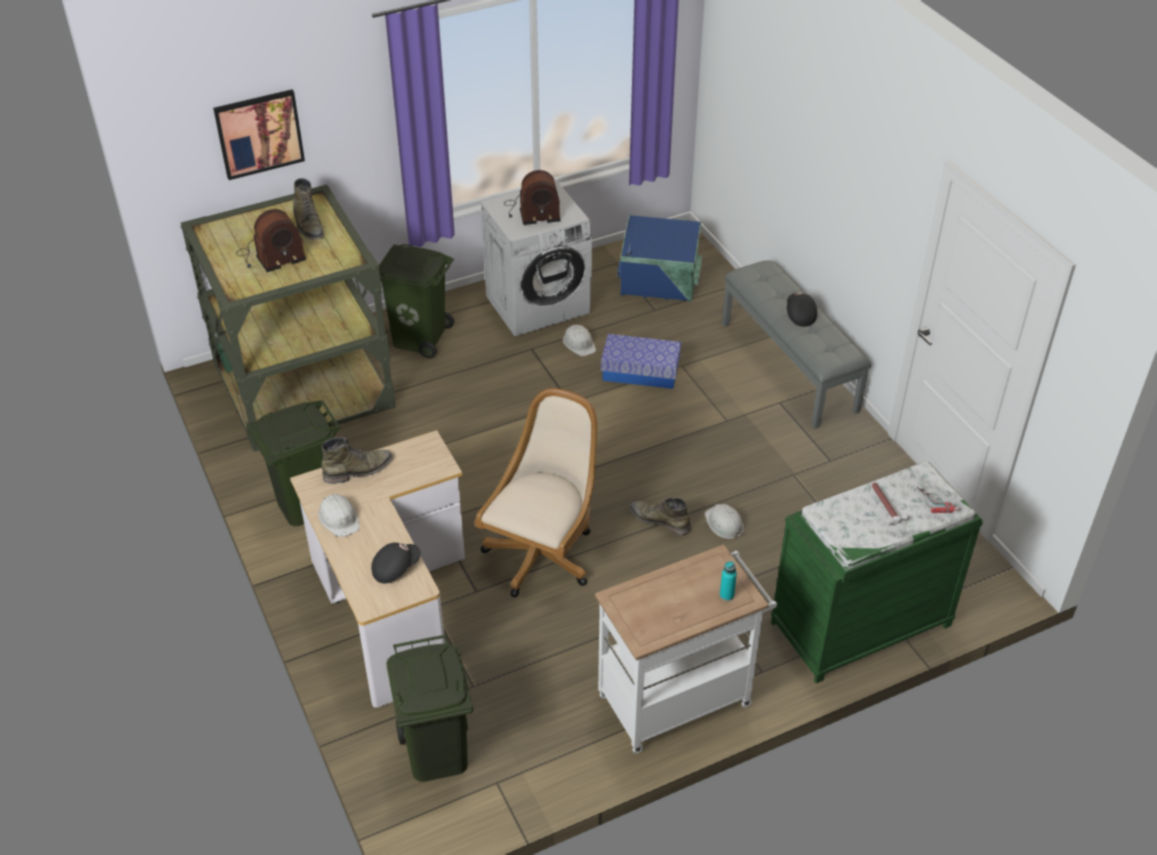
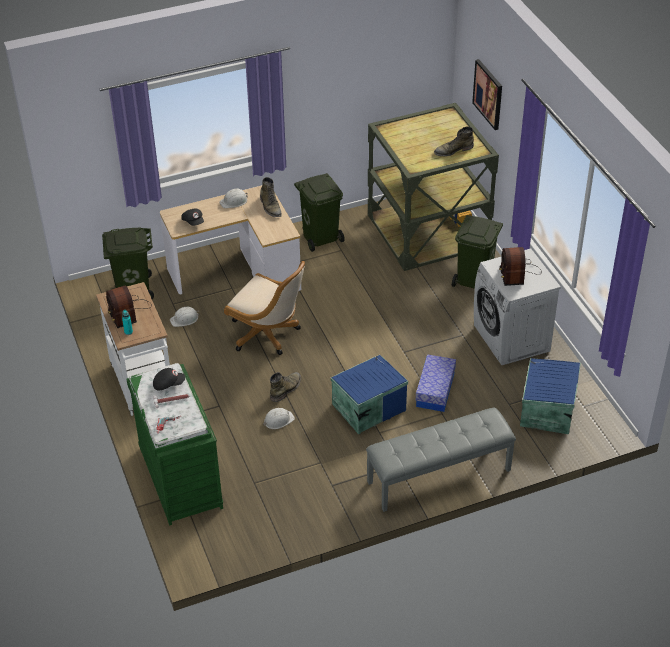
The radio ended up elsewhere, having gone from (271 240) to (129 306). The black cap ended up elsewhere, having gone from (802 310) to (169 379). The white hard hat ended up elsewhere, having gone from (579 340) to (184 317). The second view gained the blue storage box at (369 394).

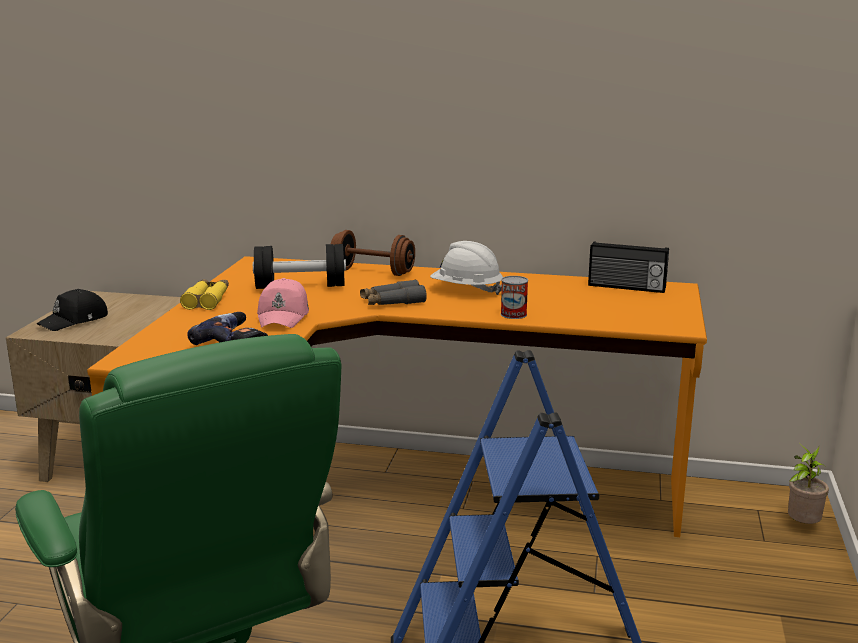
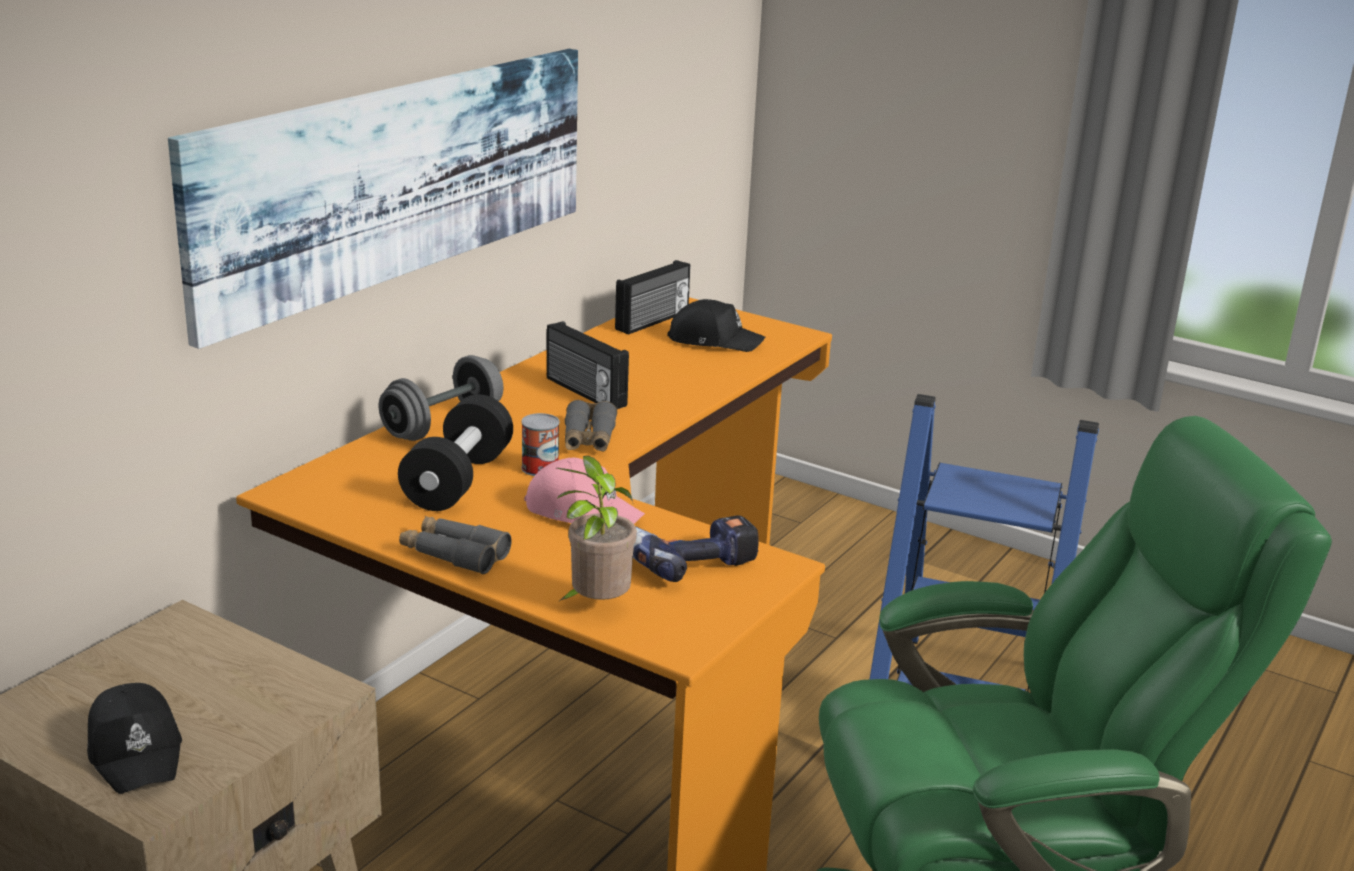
The second view gained the picture at (373 199). What was the brown dumbbell at (373 253) turned into the grey dumbbell at (441 398). What was the yellow binoculars at (204 294) turned into the grey binoculars at (455 545). The can ended up elsewhere, having gone from (514 297) to (540 444). Where the white hard hat stood at (466 268), the radio came to stand at (588 365). The potted plant ended up elsewhere, having gone from (808 483) to (597 529). The second view gained the black cap at (716 325).

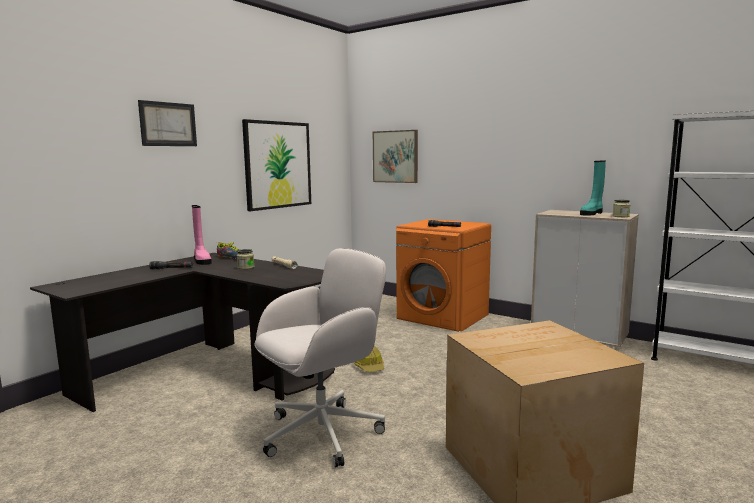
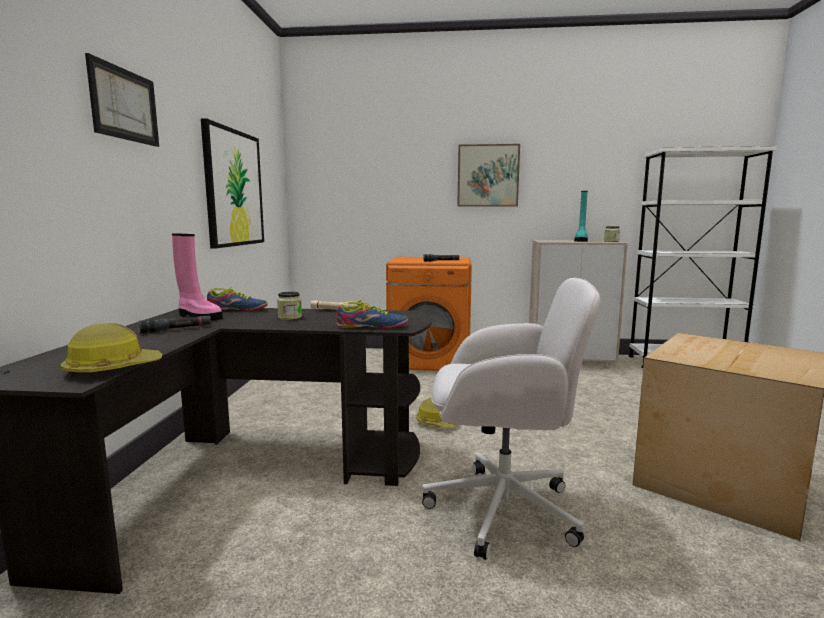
The second view gained the hard hat at (111 350). The second view gained the shoe at (372 314). The white office chair at (320 358) ended up facing another way, 75 degrees clockwise from before. The picture ended up elsewhere, having gone from (395 156) to (488 175).

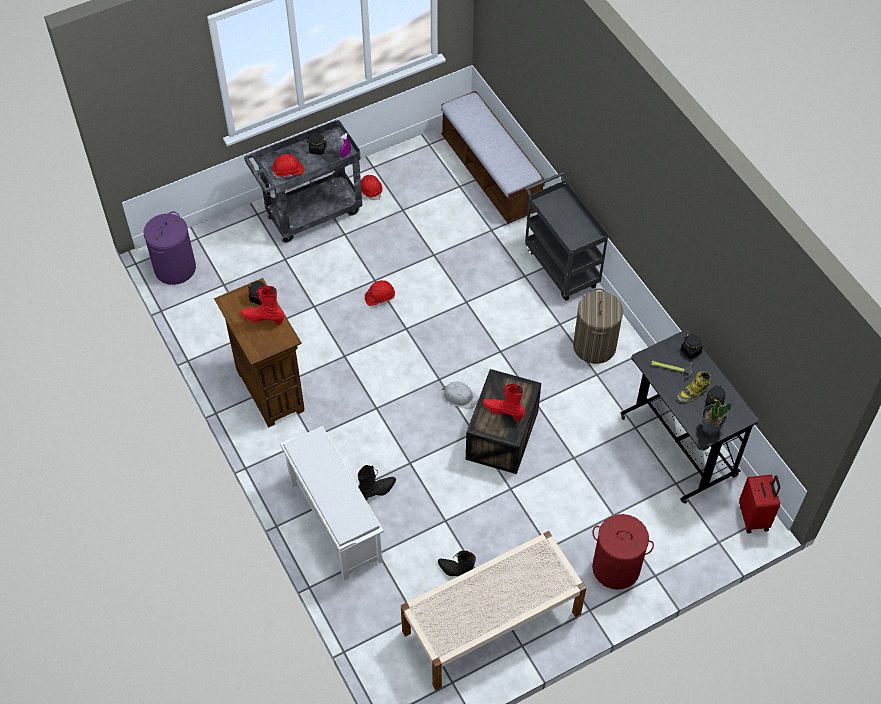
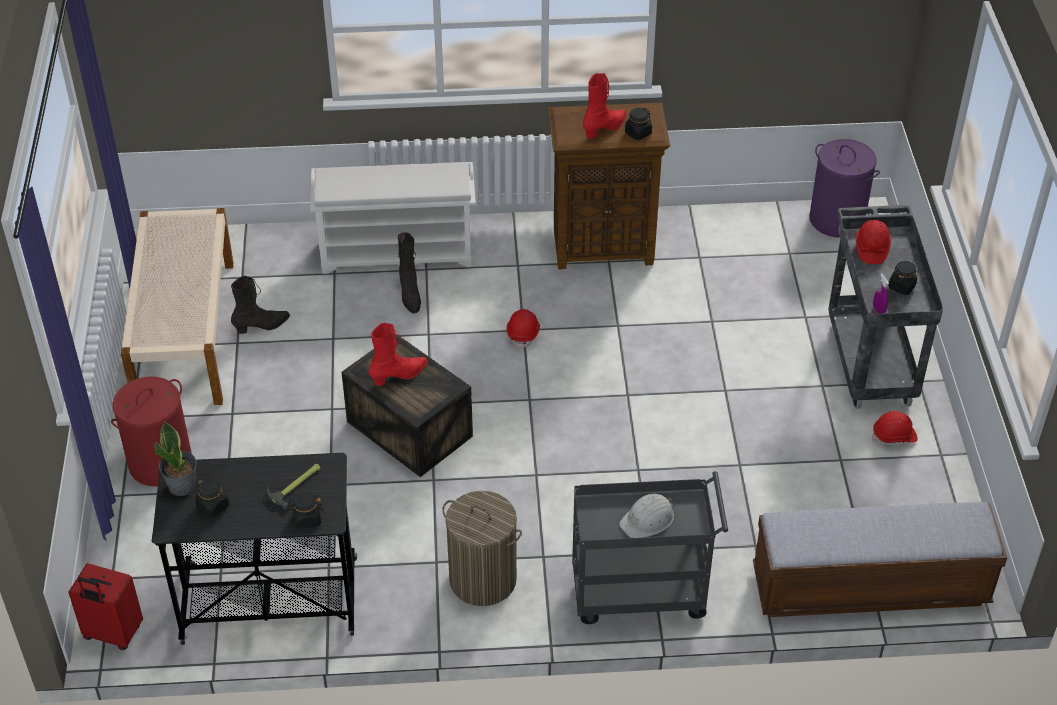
The red hard hat ended up elsewhere, having gone from (380 293) to (523 329). The white hard hat ended up elsewhere, having gone from (460 395) to (646 516). The second view lost the boot at (694 386).

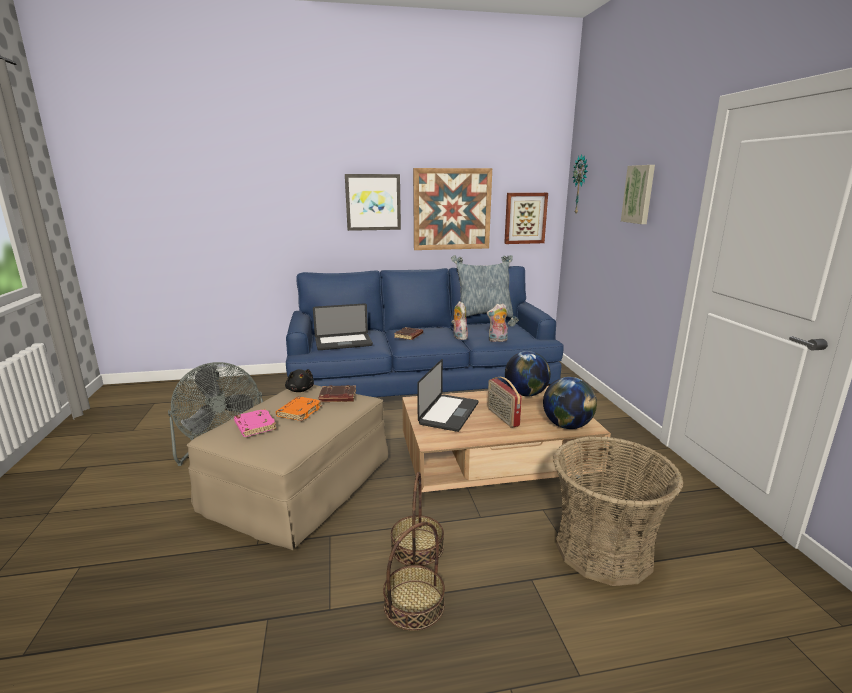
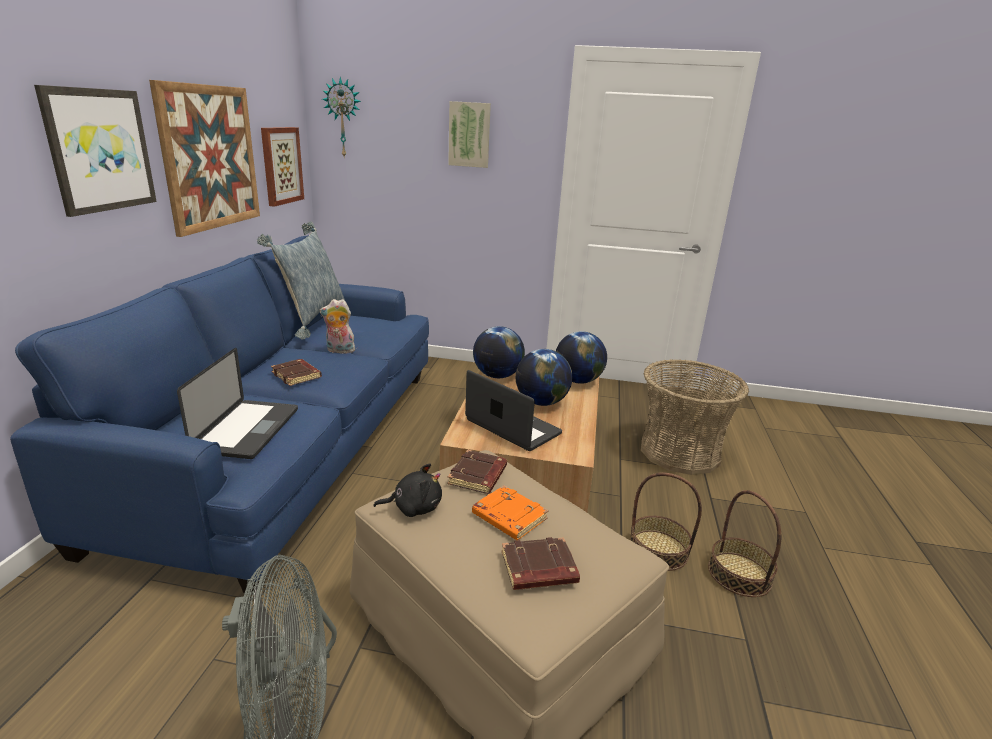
What was the pink book at (255 423) turned into the brown book at (540 563). Where the radio stood at (504 402), the globe came to stand at (544 377). The second view lost the plush toy at (497 323).

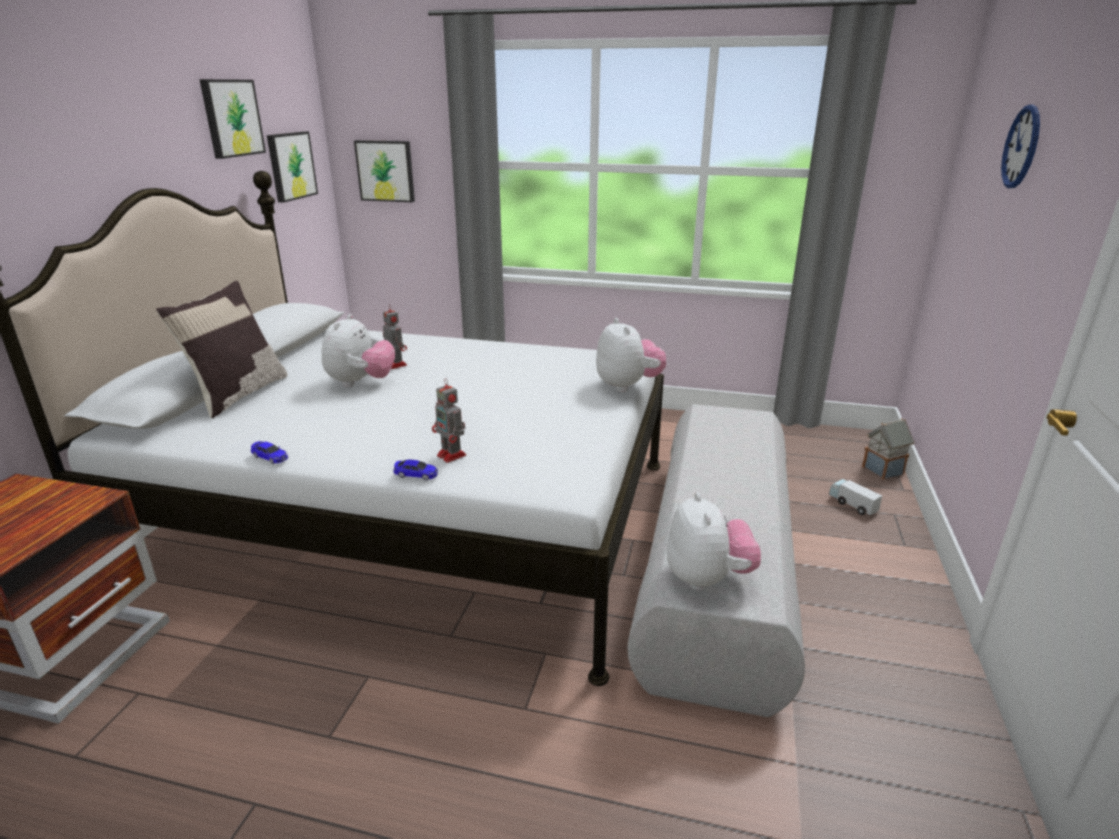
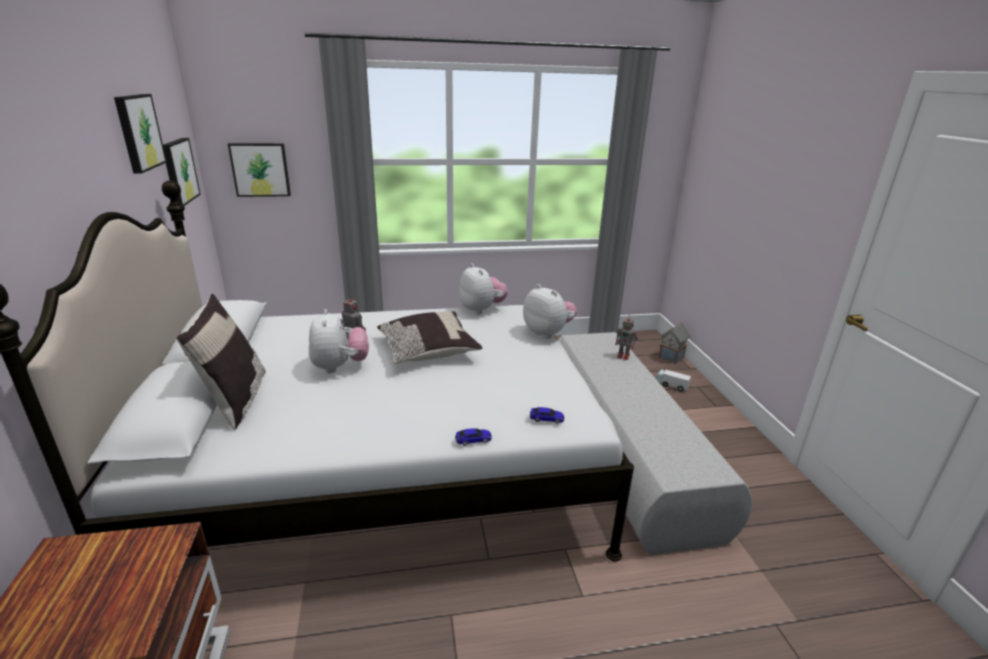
The second view gained the pillow at (429 337). The plush toy ended up elsewhere, having gone from (714 541) to (483 288). The toy car ended up elsewhere, having gone from (269 452) to (547 415). The toy robot ended up elsewhere, having gone from (449 420) to (626 337). The second view lost the wall clock at (1020 146).

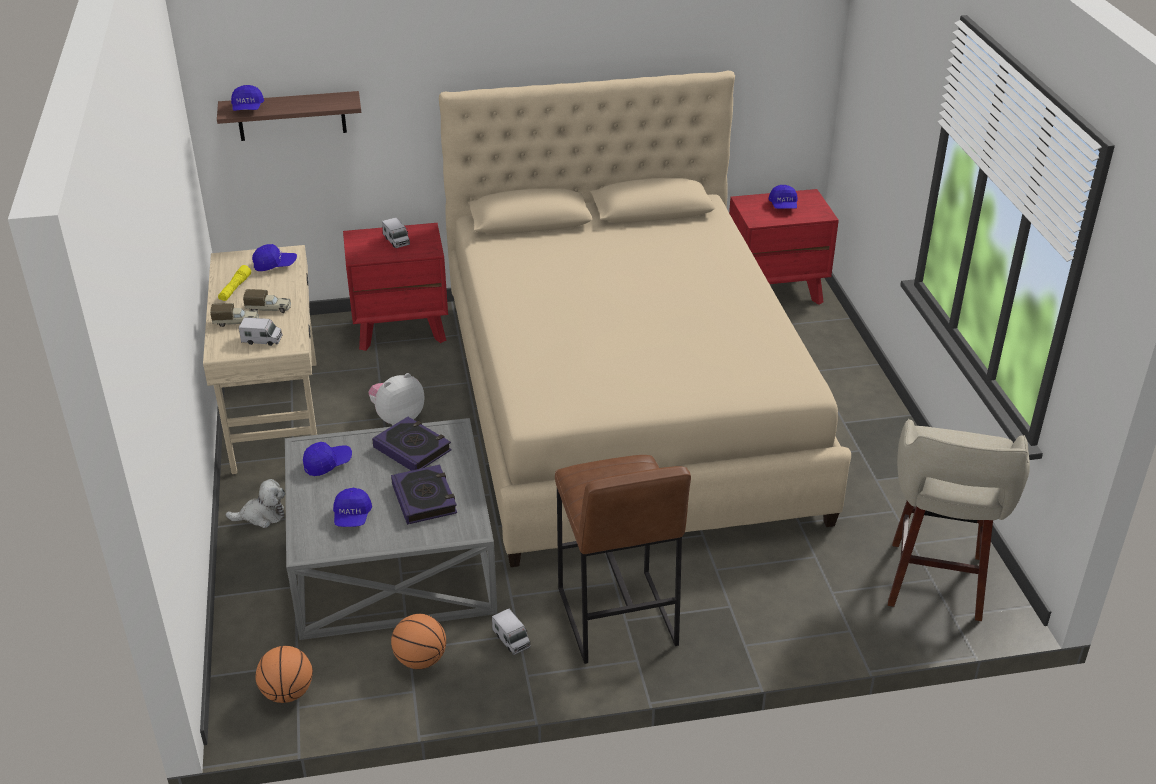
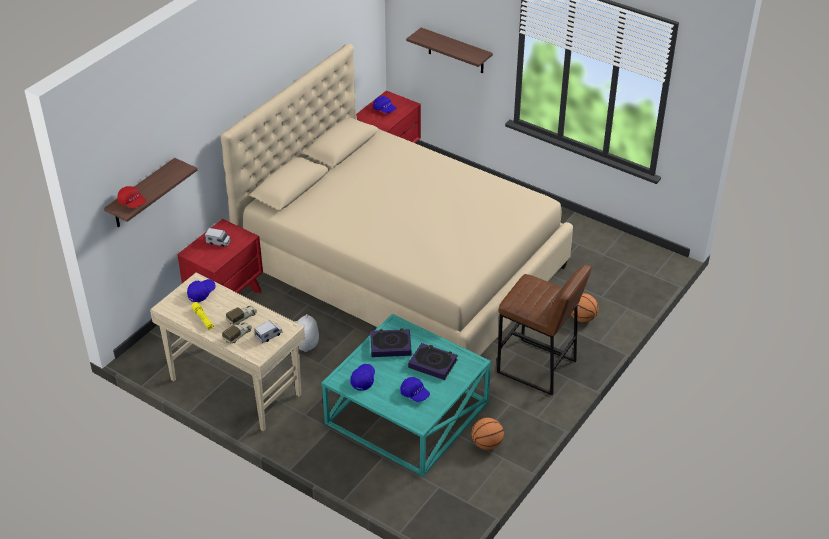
What was the blue cap at (247 98) turned into the red cap at (131 197). What was the grey coffee table at (391 529) turned into the turquoise coffee table at (406 395). The second view gained the shelf at (449 50). The basketball ended up elsewhere, having gone from (284 674) to (585 307). The second view lost the plush toy at (255 503). The second view lost the toy truck at (511 632). The second view lost the beige stool at (959 520).

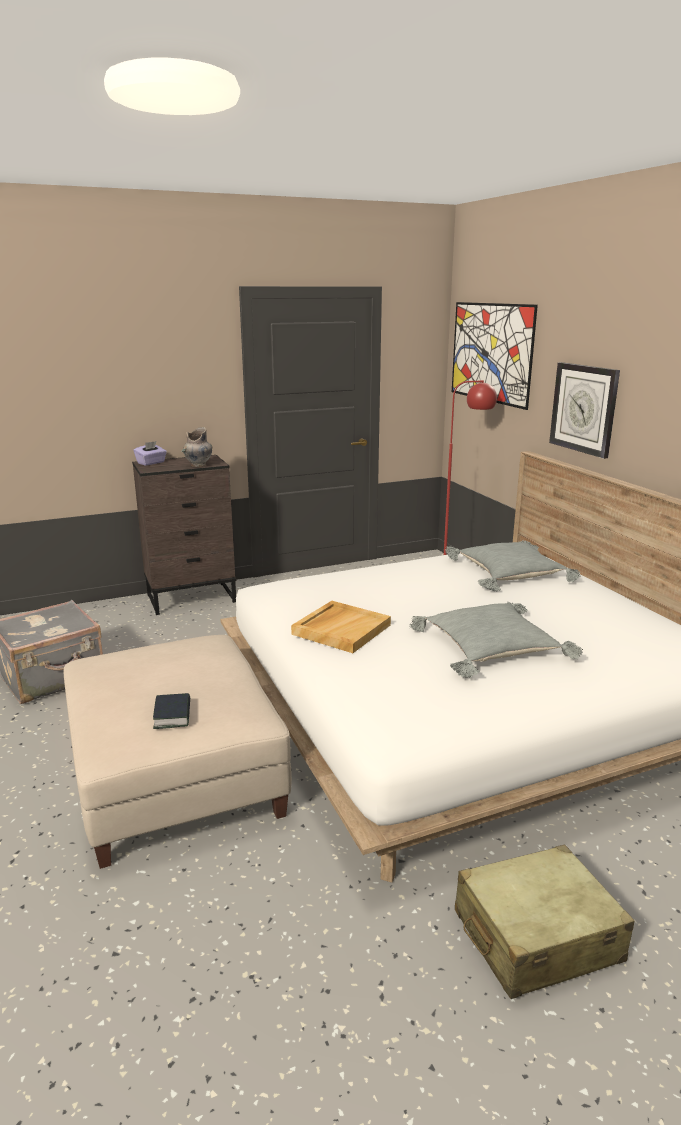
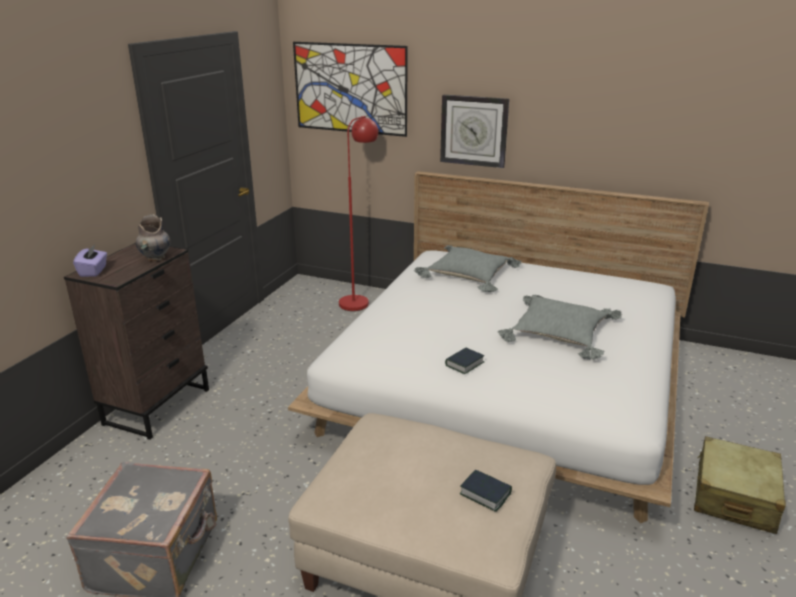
Where the beige tray stood at (341 627), the book came to stand at (464 361).

